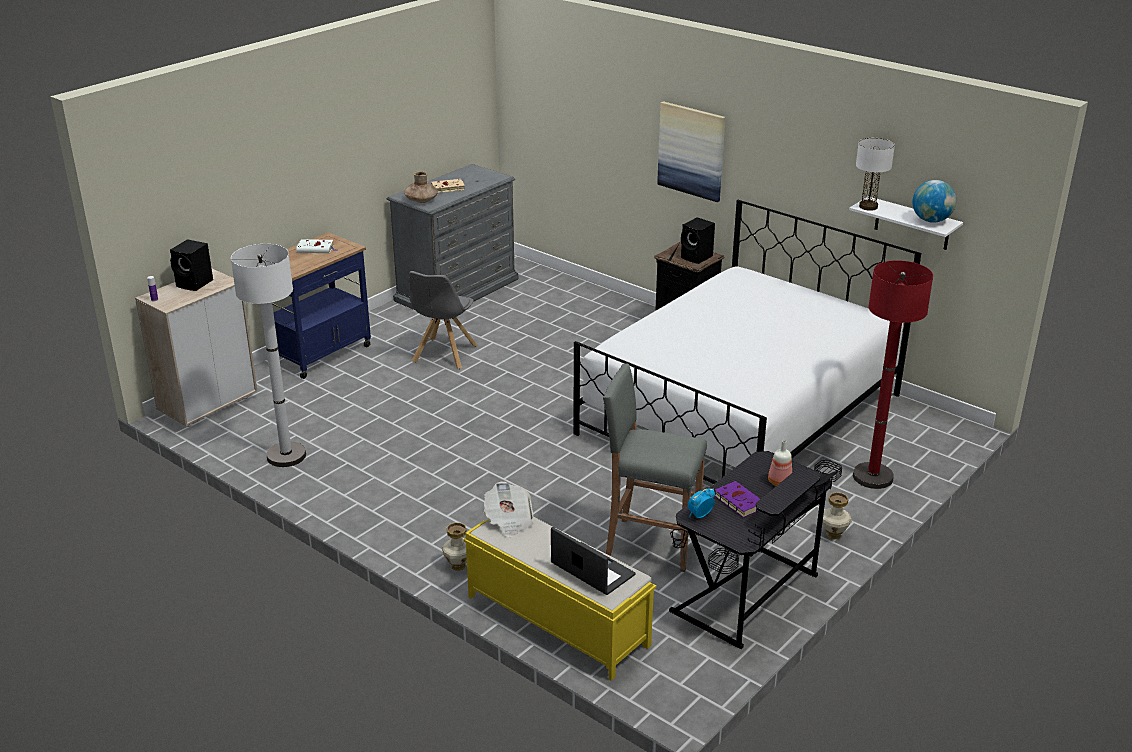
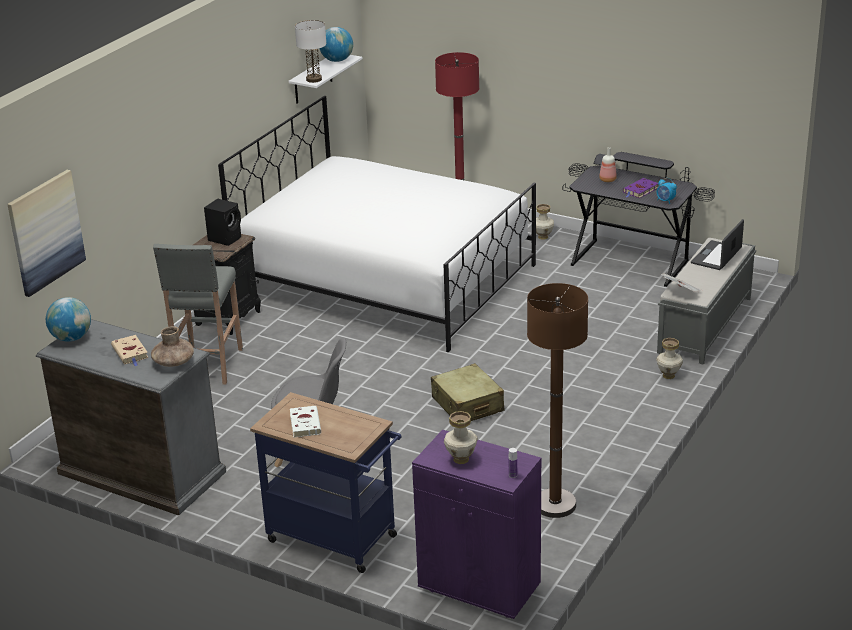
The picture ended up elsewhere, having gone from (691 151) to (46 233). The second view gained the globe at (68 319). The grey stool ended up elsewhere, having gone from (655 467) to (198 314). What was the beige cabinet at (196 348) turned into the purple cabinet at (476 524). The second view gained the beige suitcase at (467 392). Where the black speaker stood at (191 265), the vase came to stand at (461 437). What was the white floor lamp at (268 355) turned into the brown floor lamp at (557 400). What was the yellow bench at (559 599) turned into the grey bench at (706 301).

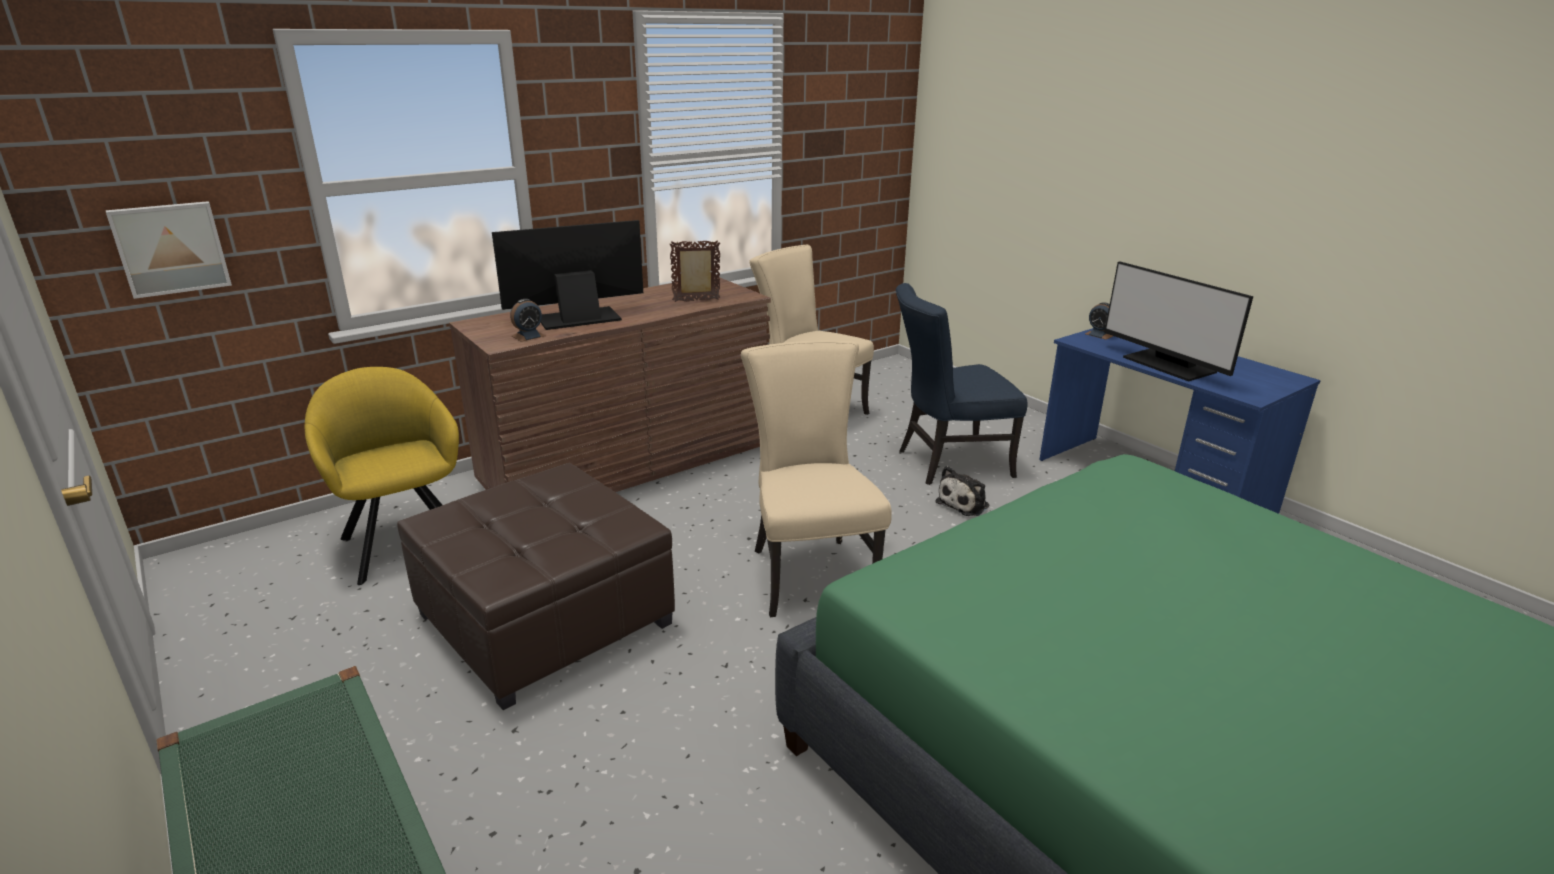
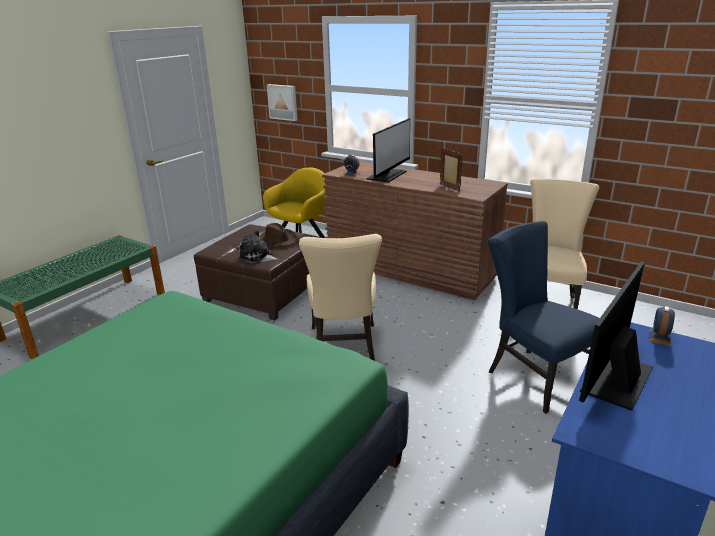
The plush toy ended up elsewhere, having gone from (962 491) to (258 246). The second view gained the brown hat at (278 234). The beige chair at (816 479) ended up facing another way, 120 degrees clockwise from before. The monitor at (567 275) ended up facing another way, 75 degrees clockwise from before.

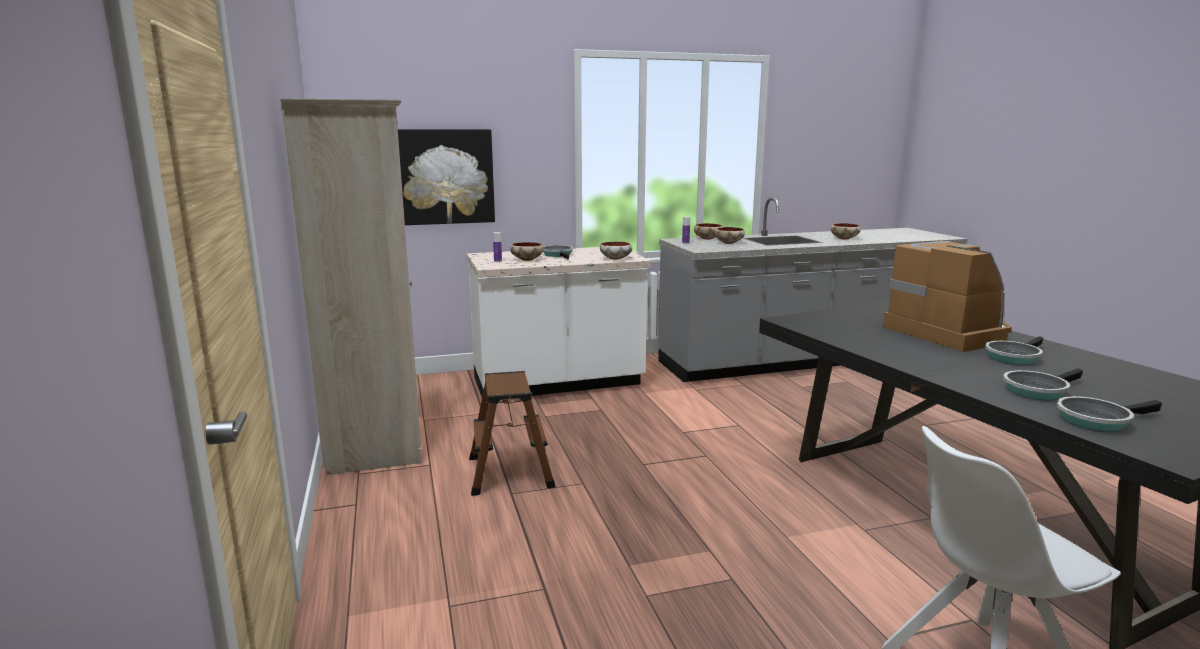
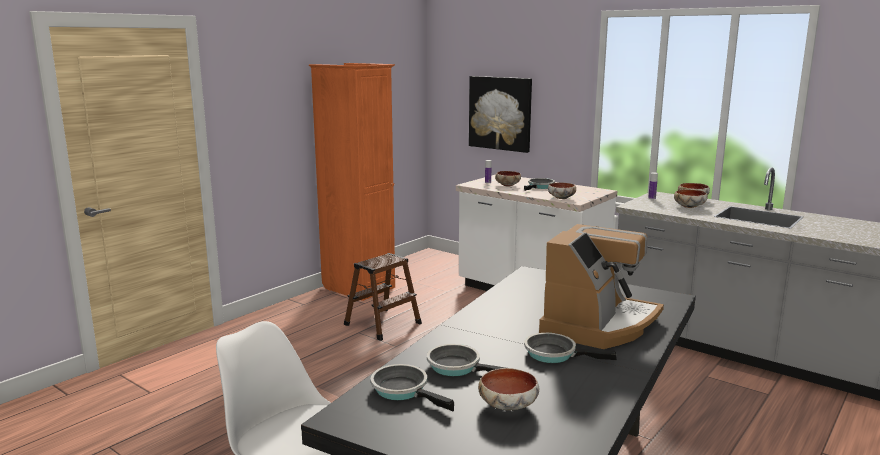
What was the beige cabinet at (351 286) turned into the orange cabinet at (352 182). The bowl ended up elsewhere, having gone from (846 231) to (508 389).

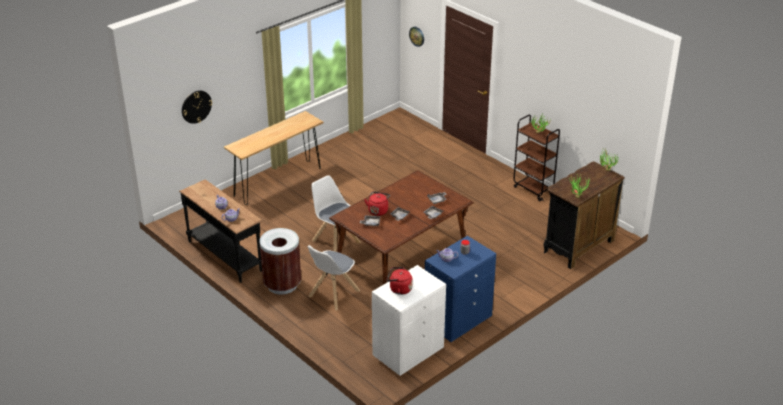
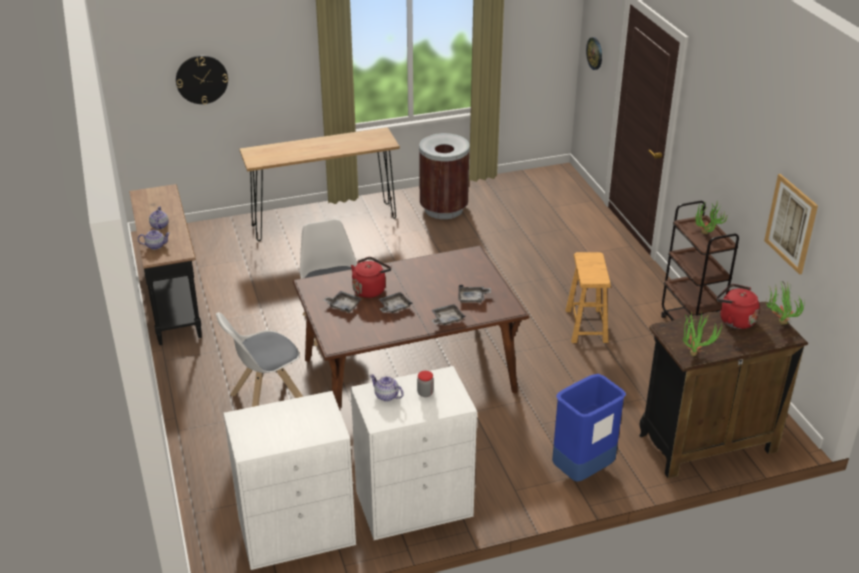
What was the blue cabinet at (460 289) turned into the white cabinet at (414 453). The brown trash can ended up elsewhere, having gone from (280 261) to (444 176). The second view gained the blue trash can at (589 428). The second view gained the brown stool at (588 297). The red kettle ended up elsewhere, having gone from (400 281) to (738 306). The second view gained the picture at (791 224).

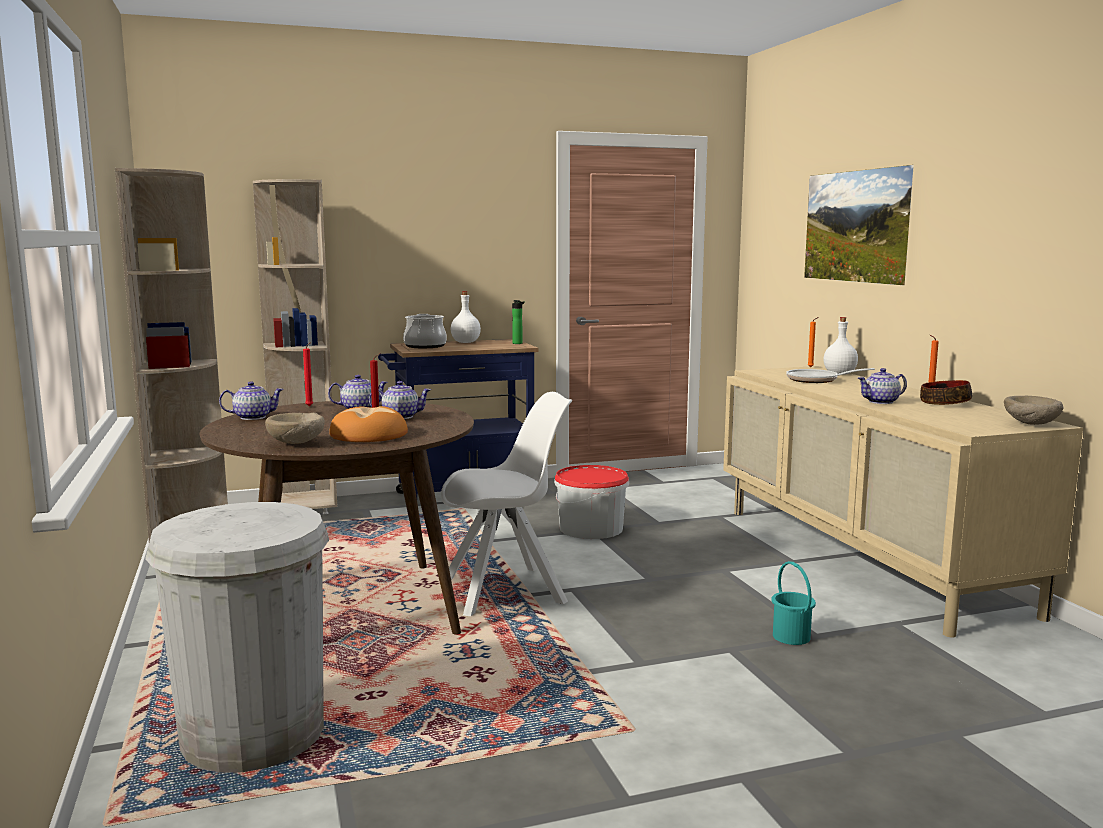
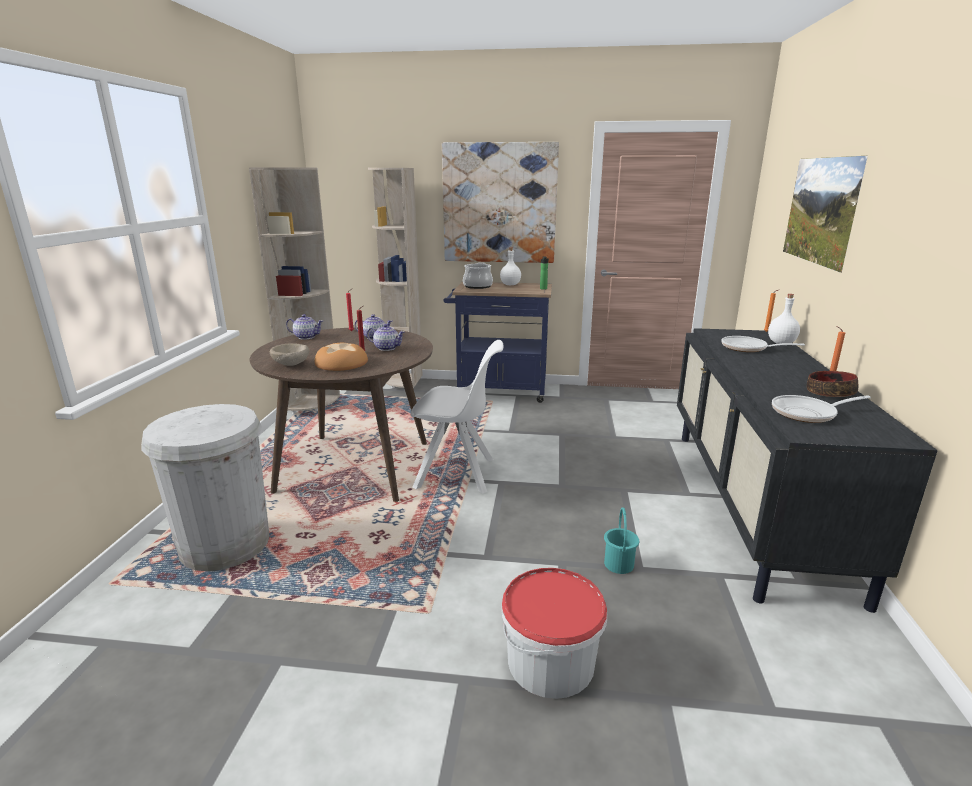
The second view gained the picture at (500 202). The bucket ended up elsewhere, having gone from (591 502) to (554 633). What was the beige cabinet at (903 502) turned into the black cabinet at (807 470). The second view gained the frying pan at (821 409). The second view lost the teapot at (882 386). The second view lost the beige bowl at (1034 410).

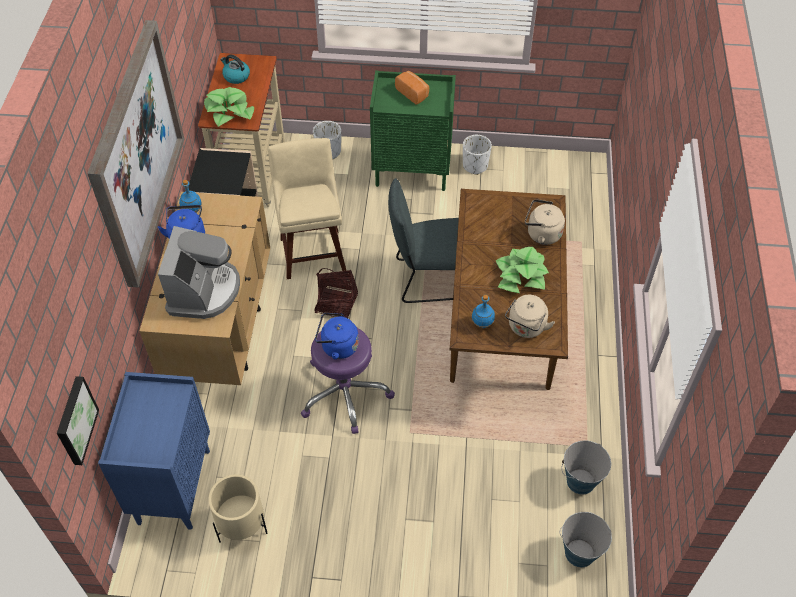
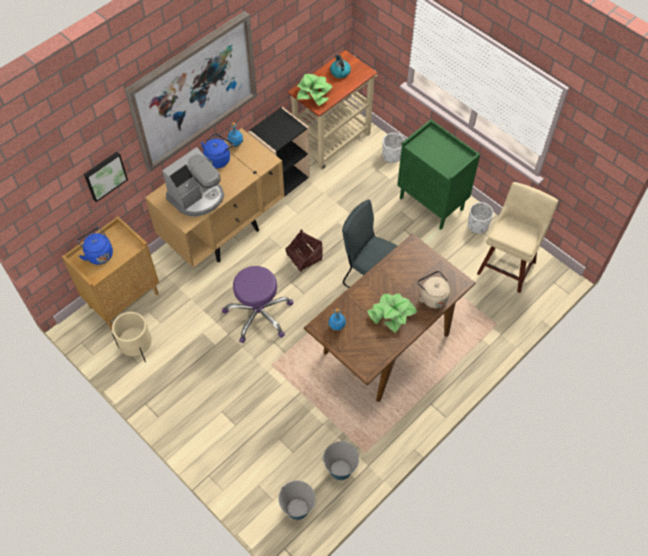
What was the blue cabinet at (154 451) turned into the brown cabinet at (110 273). The blue kettle ended up elsewhere, having gone from (337 336) to (95 246). The picture ended up elsewhere, having gone from (78 420) to (106 177). The beige chair ended up elsewhere, having gone from (307 208) to (517 237). The second view lost the bread at (412 88). The second view lost the beige kettle at (530 316).

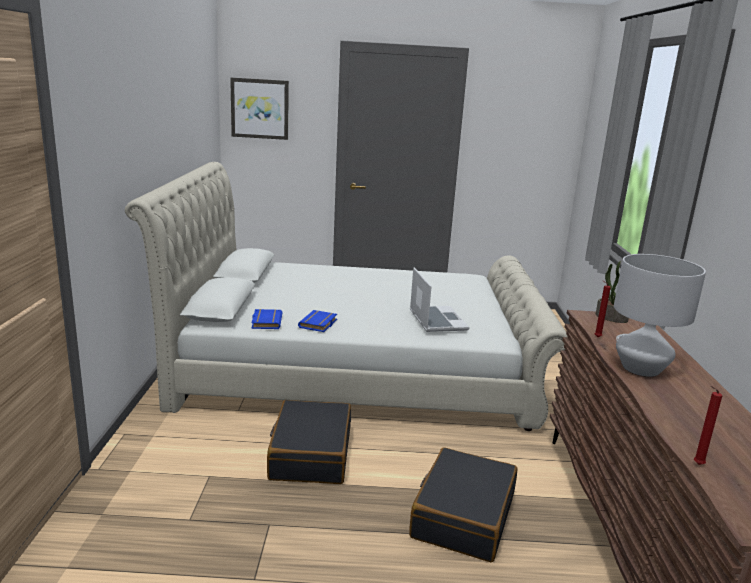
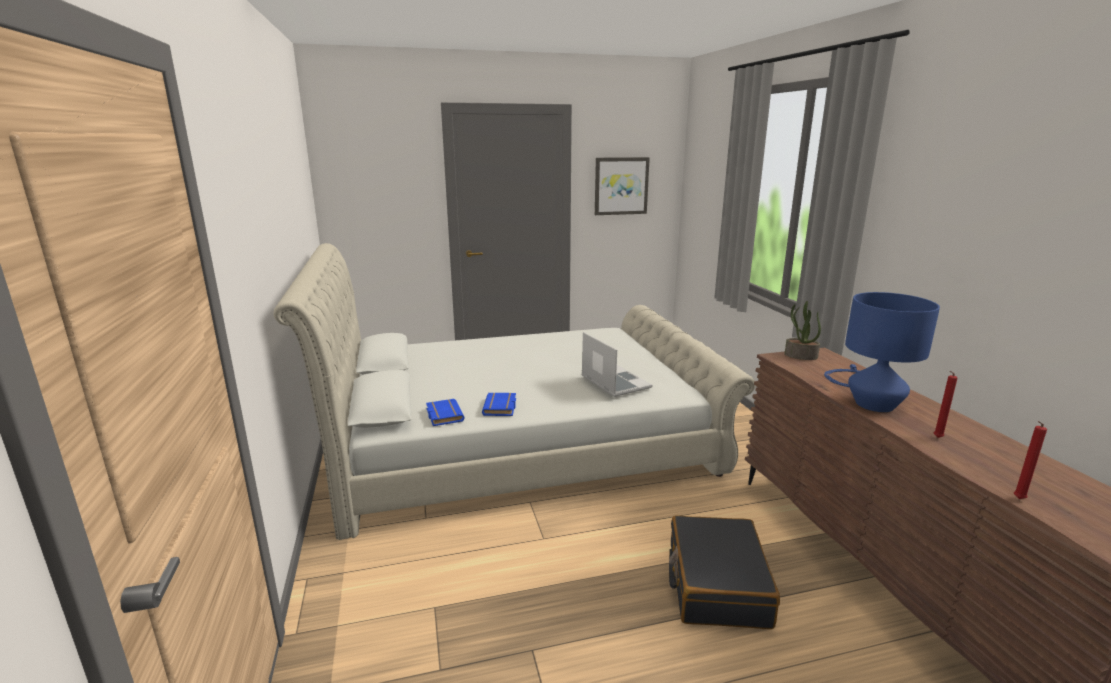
The picture ended up elsewhere, having gone from (259 109) to (622 186). What was the grey table lamp at (660 315) turned into the blue table lamp at (882 352). The red candle ended up elsewhere, having gone from (603 309) to (945 404). The second view lost the black suitcase at (309 442).

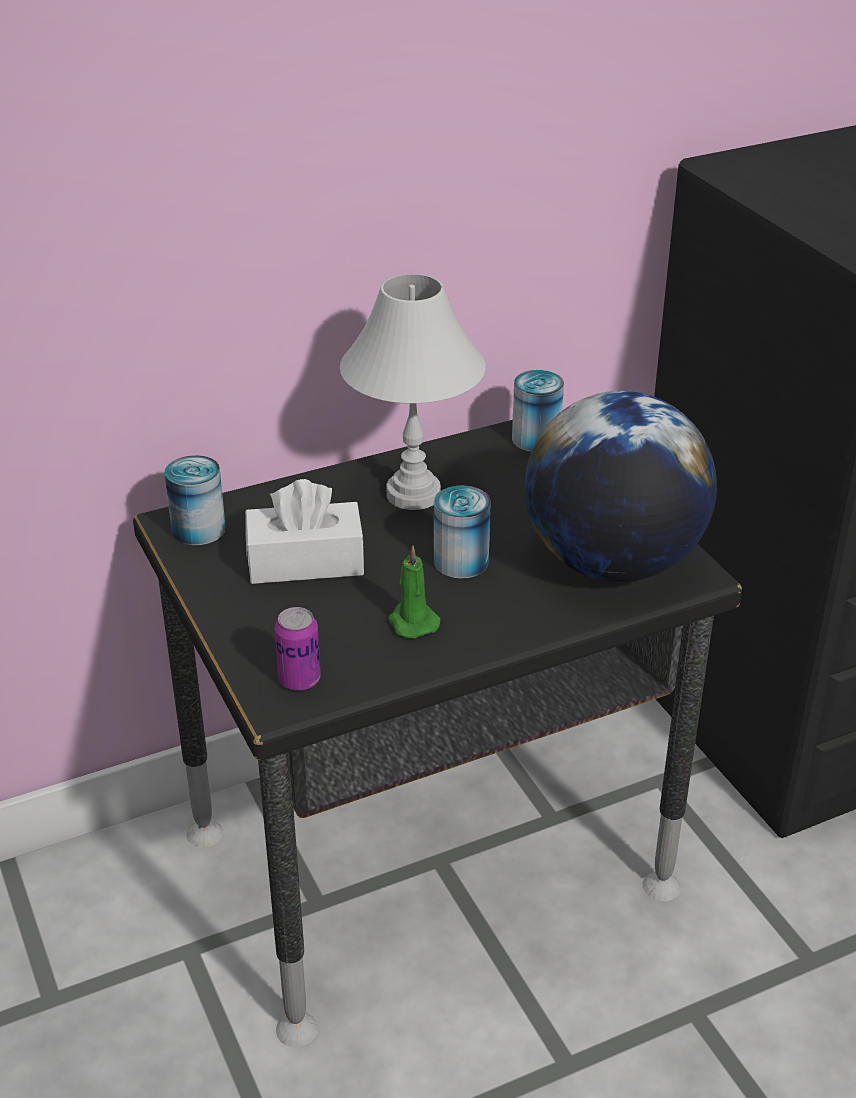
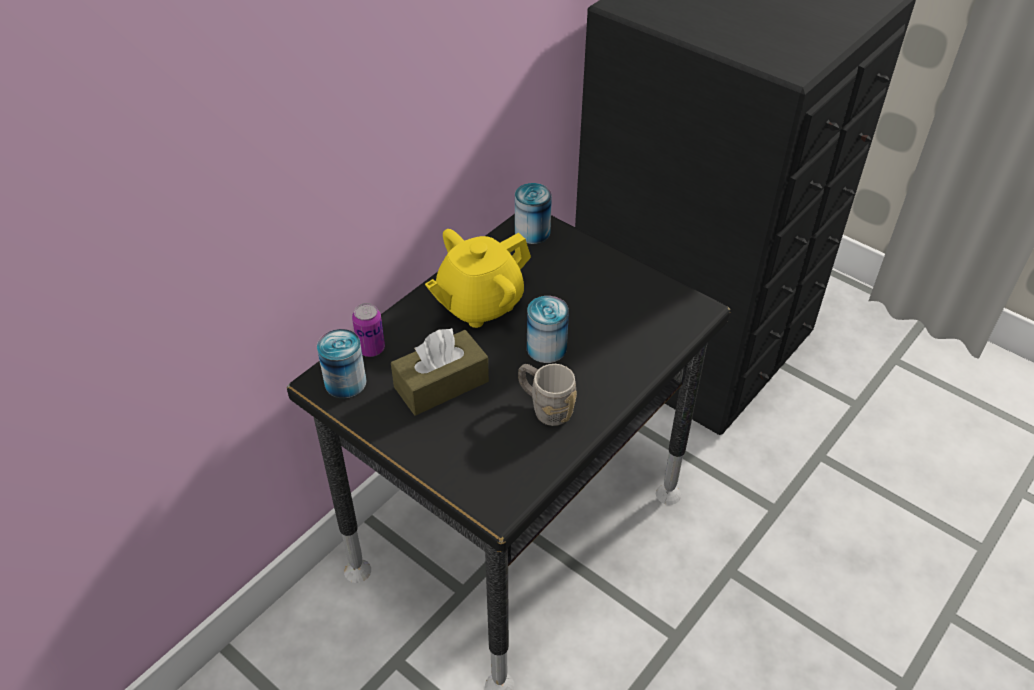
The can ended up elsewhere, having gone from (297 648) to (368 330). What was the white tissue box at (305 531) turned into the brown tissue box at (440 372). Where the white table lamp stood at (413 392), the yellow teapot came to stand at (478 278). Where the green candle stood at (414 592), the grey mug came to stand at (547 395). The second view lost the globe at (621 486).

